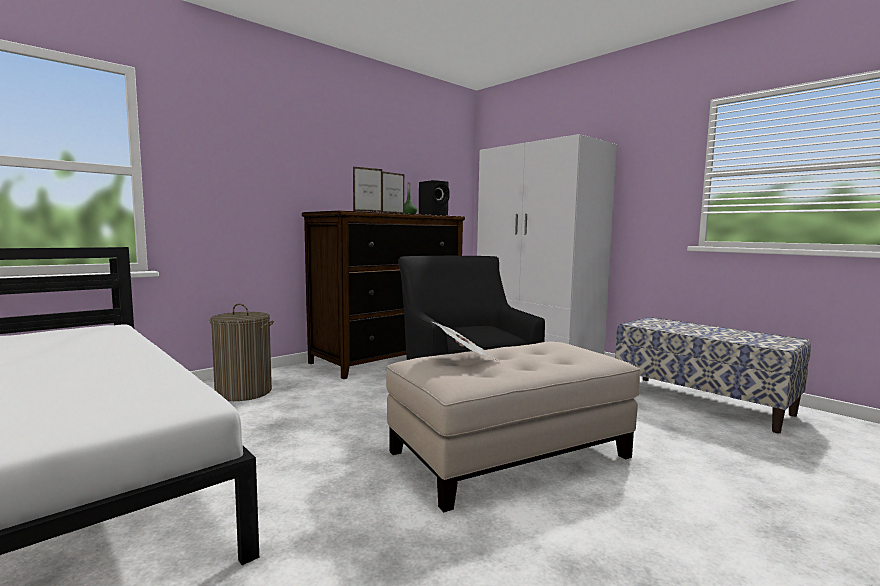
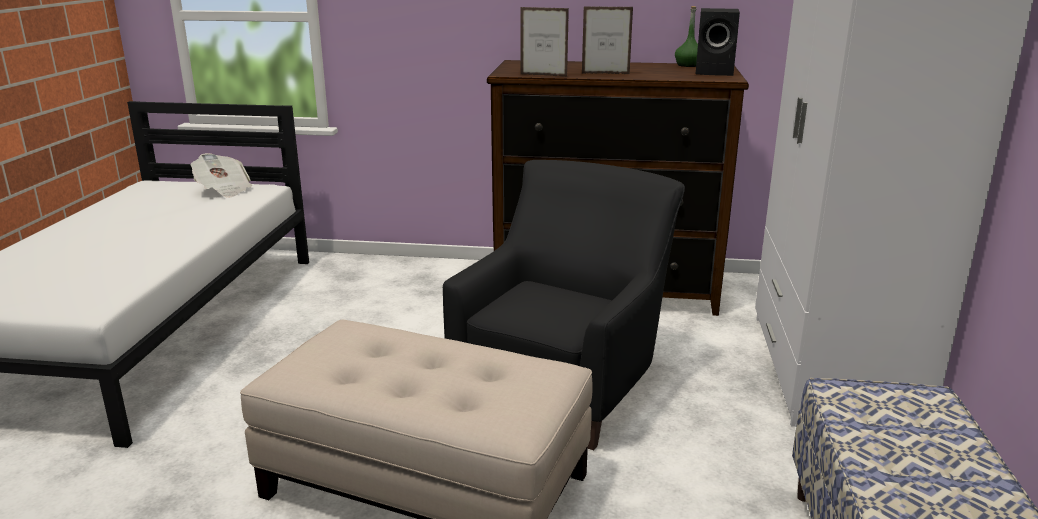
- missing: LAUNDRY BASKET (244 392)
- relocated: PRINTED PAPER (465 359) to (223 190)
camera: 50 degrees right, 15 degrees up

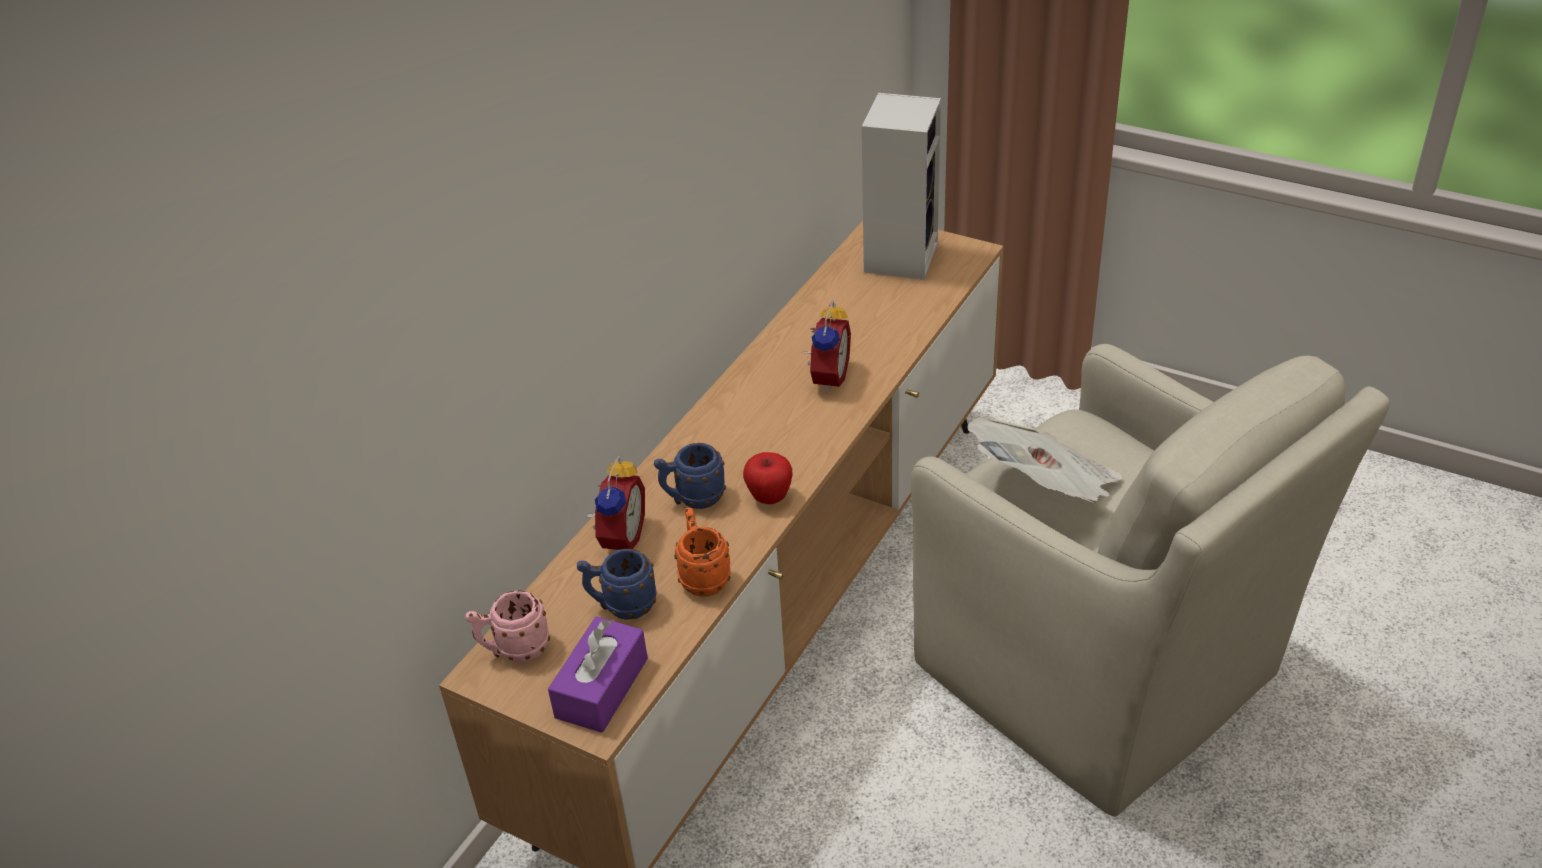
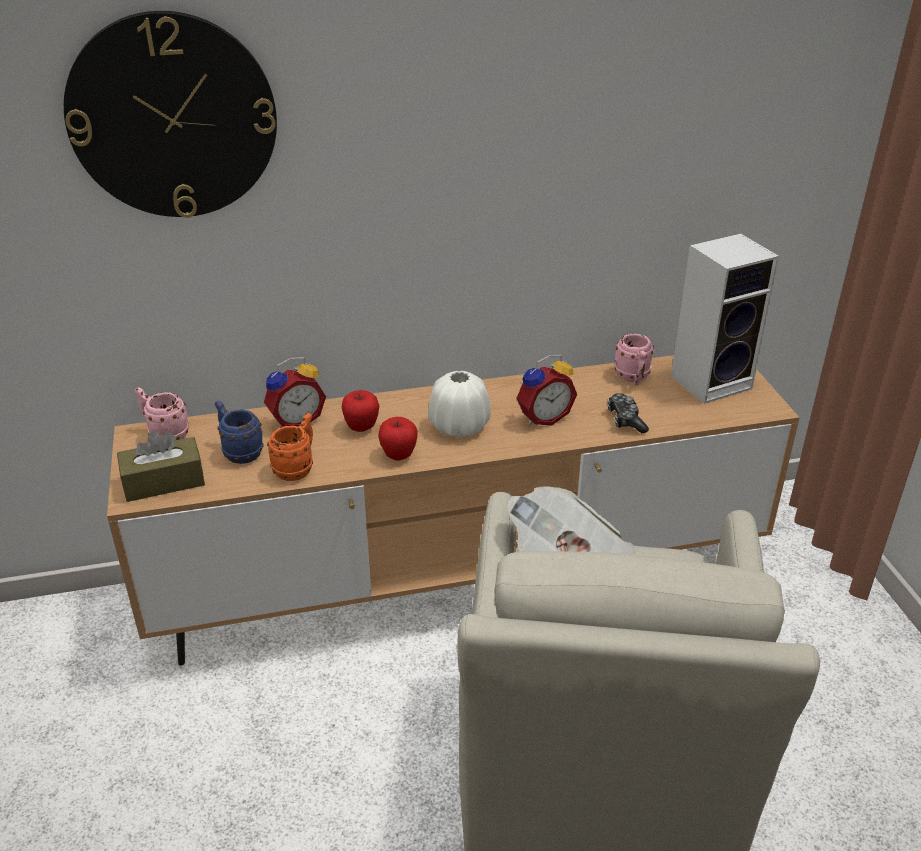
- appeared: CLOCK ON THE WALL (173 117)
- appeared: WHITE VASE (459 426)
- appeared: JOYPAD (625 420)
- appeared: PINK COFFEE MUG (633 379)
- exchanged: BLUE-COLOURED COFFEE MUG (692 499) to APPLE FRUIT (361 428)
- colour: PURPLISH TISSUE BOX (601 688) to BROWN TISSUE BOX (164 482)
camera: 45 degrees right, 5 degrees down

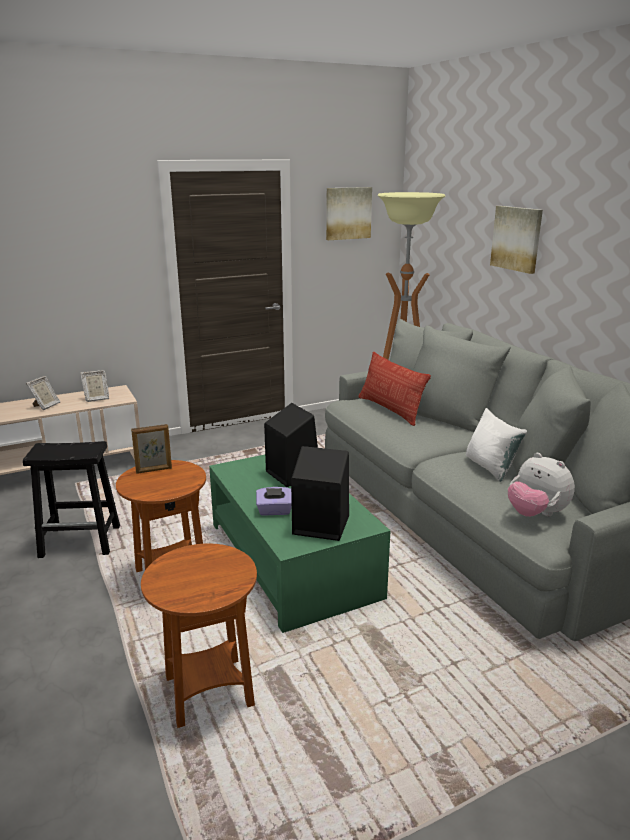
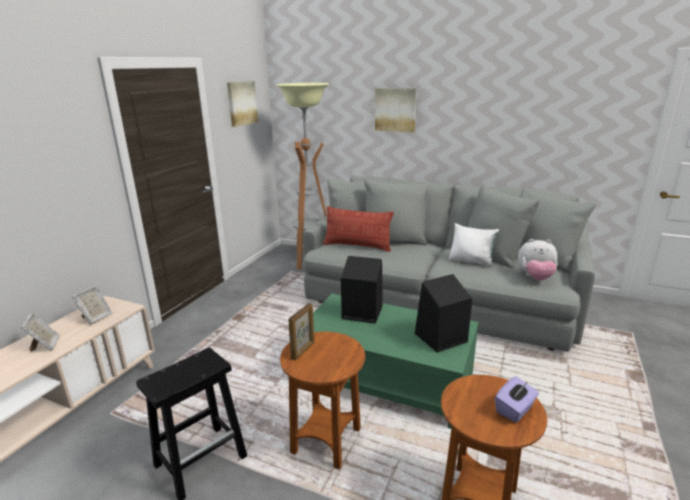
- relocated: PURPLISH TISSUE BOX (274 511) to (515 410)
camera: 40 degrees left, 0 degrees up

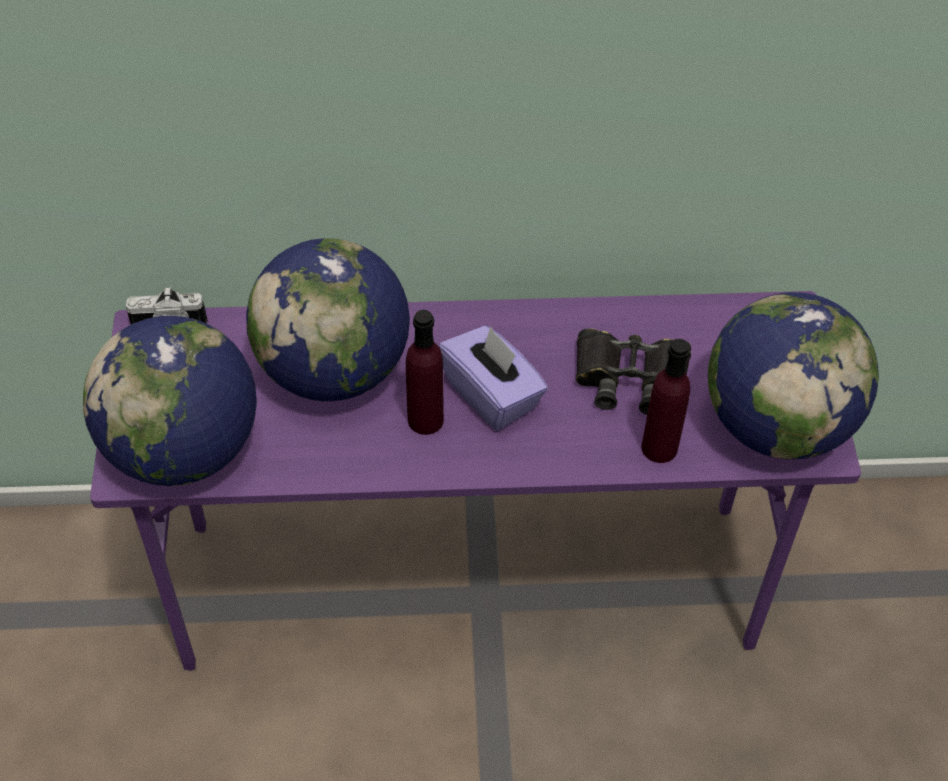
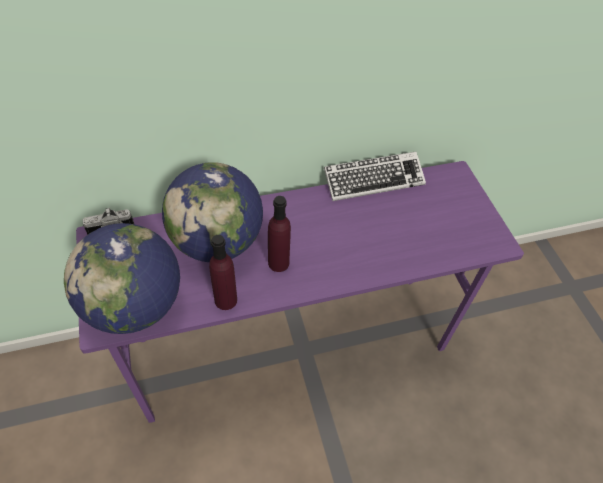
- missing: PURPLISH TISSUE BOX (492 394)
- missing: BLACK-COLOURED BINOCULARS (630 377)
- missing: WORLD GLOBE (776 424)
- appeared: COMPUTER KEYBOARD (373 180)
- relocated: PURPLISH DRINK BOTTLE (659 448) to (226 300)
camera: 15 degrees left, 0 degrees up

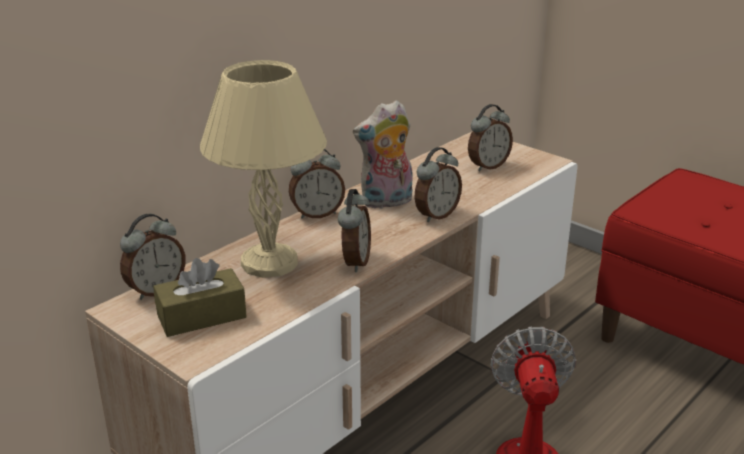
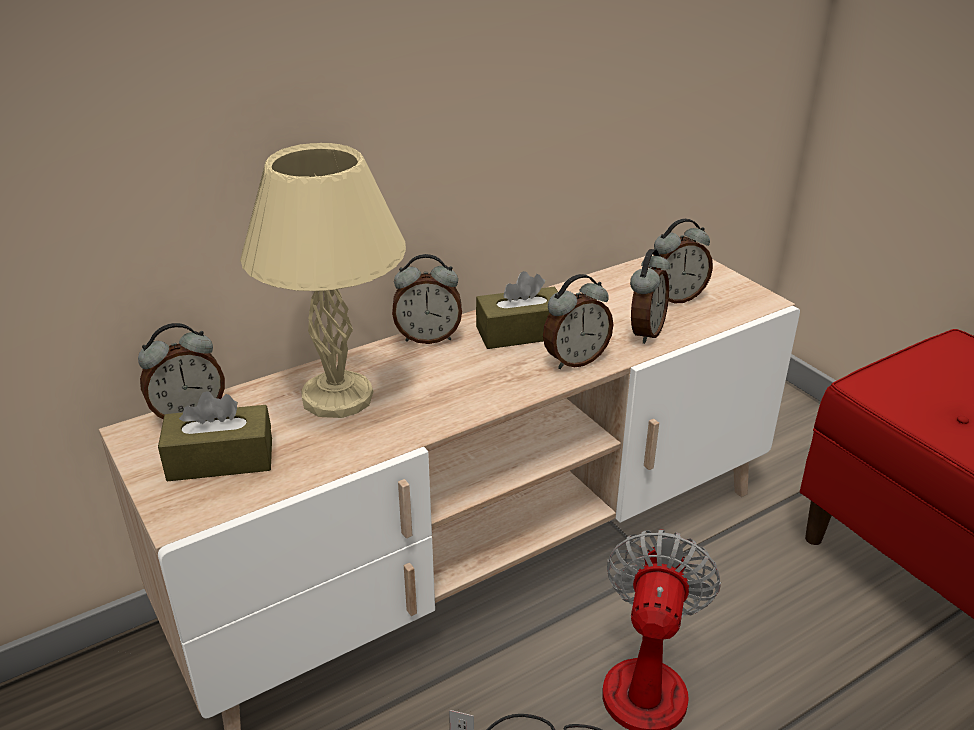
- relocated: ALARM CLOCK (354 262) to (644 332)
- exchanged: CUDDLY TOY (386 202) to BROWN TISSUE BOX (521 332)
camera: 15 degrees right, 5 degrees up

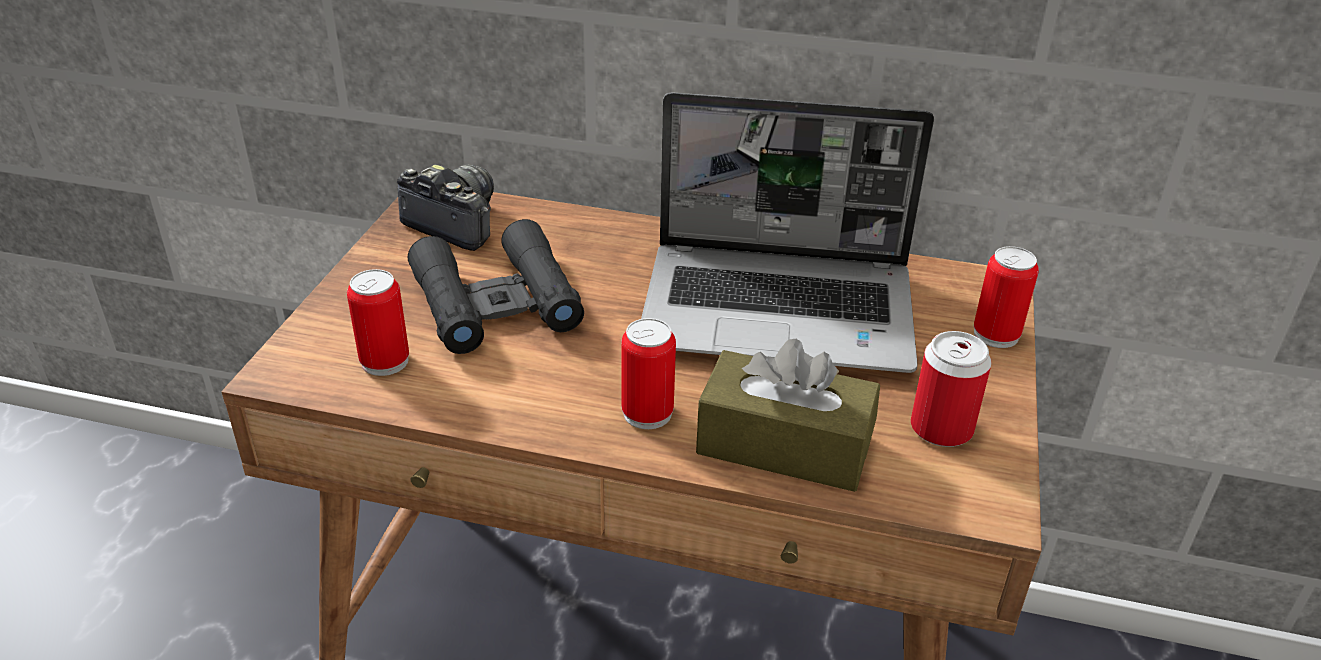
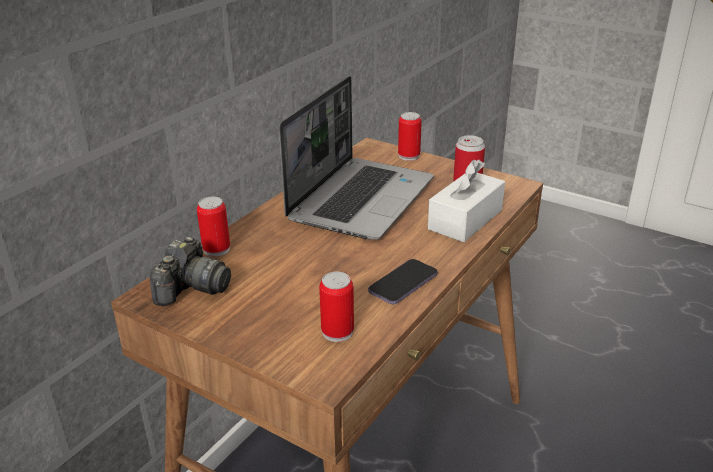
- missing: BLACK-COLOURED BINOCULARS (496 302)
- appeared: PHONE (403 284)
- relocated: SEALED CAN (647 413) to (216 249)
- colour: BROWN TISSUE BOX (784 445) to WHITE TISSUE BOX (465 219)
- spun: STILL CAMERA (455 224) = (192 288) 150 degrees clockwise
camera: 70 degrees left, 5 degrees down

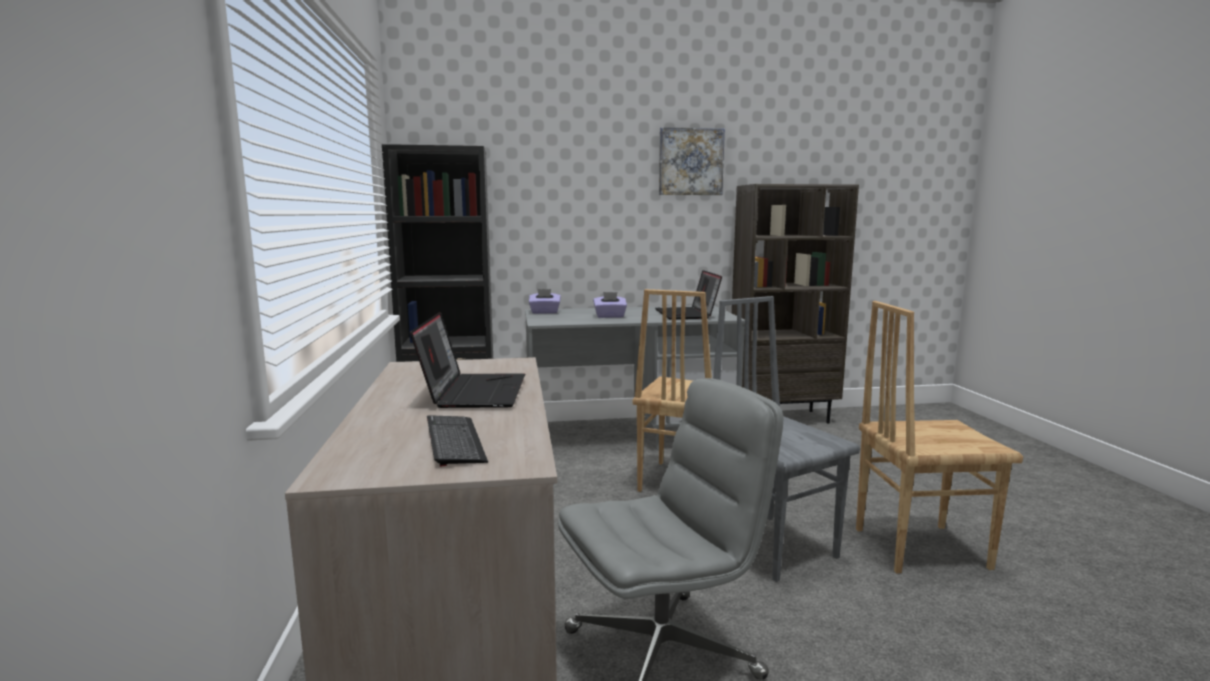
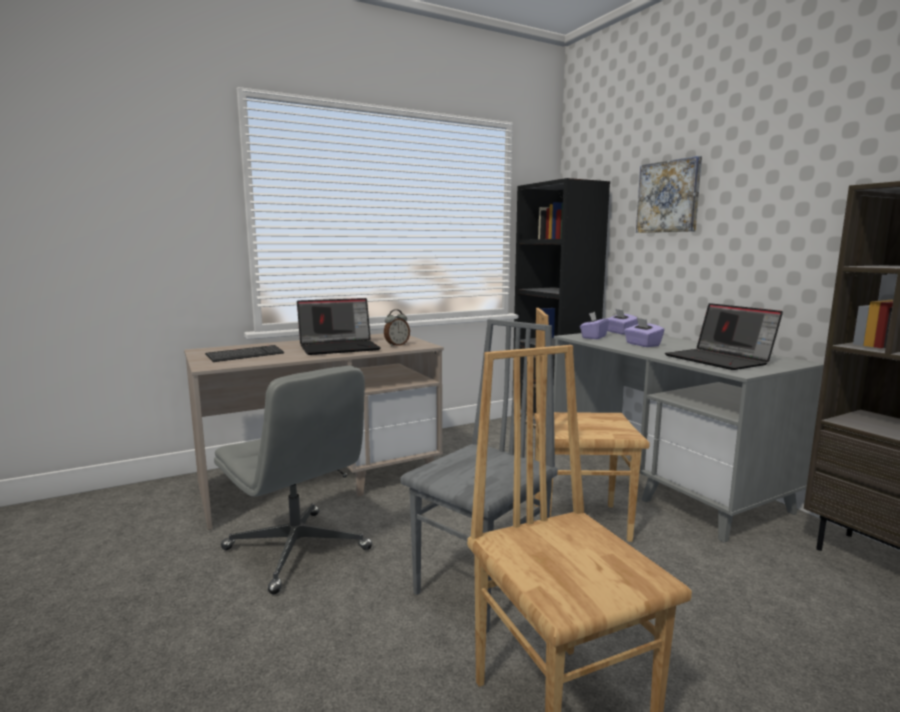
- appeared: ALARM CLOCK (396 345)
- appeared: PURPLISH TISSUE BOX (593 337)
- relocated: WALL ART (690 162) to (669 197)
- spun: LAPTOP (687 314) = (720 360) 90 degrees counterclockwise
camera: 70 degrees right, 0 degrees up

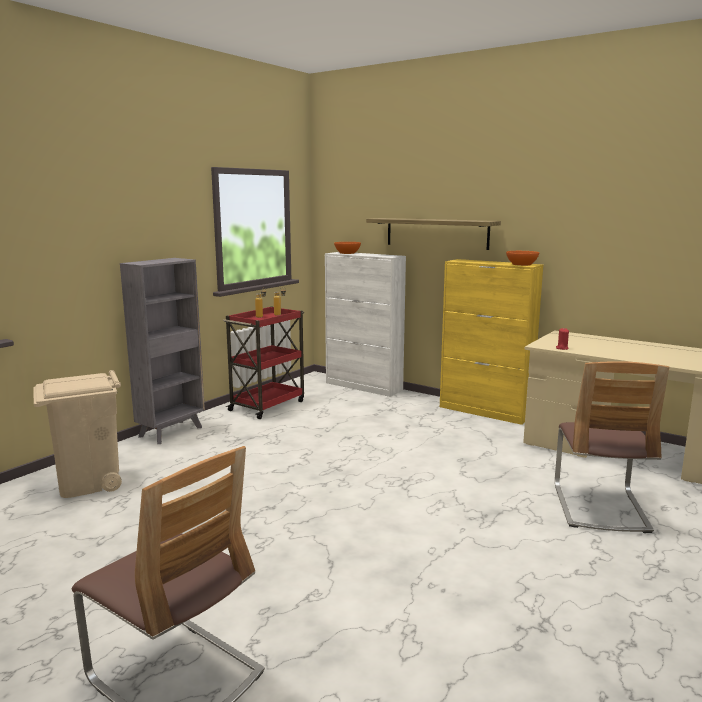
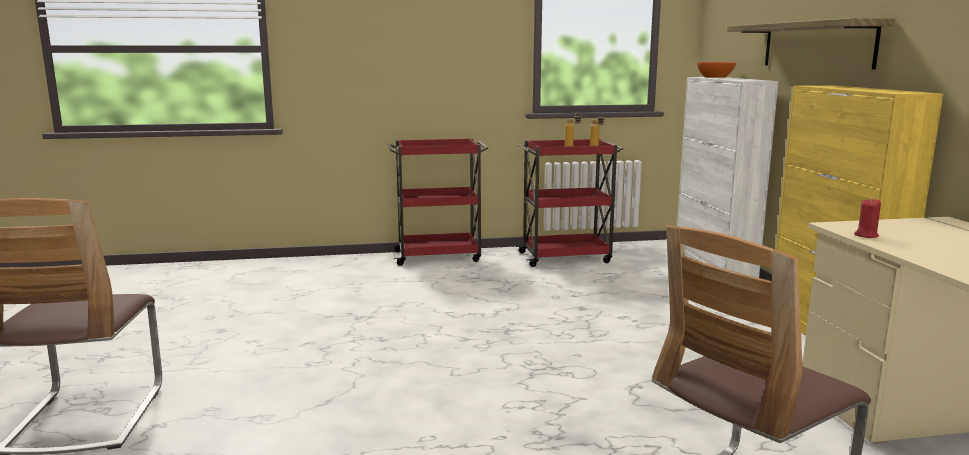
- missing: SAND-COLOURED TRASH CAN (88 483)
- missing: ORANGEY SERVING BOWL (521 264)
- exchanged: GRAY BOOKSHELF (172 432) to RED-COLOURED TROLLEY (439 256)
camera: 45 degrees right, 0 degrees up

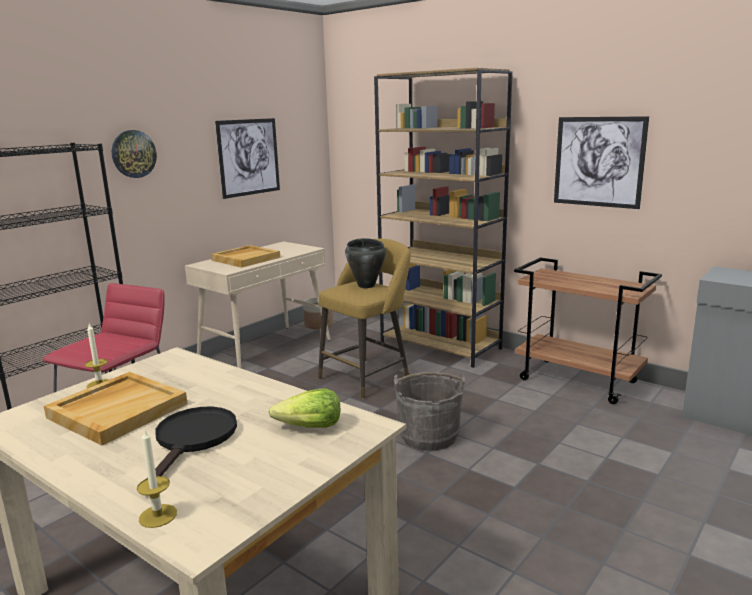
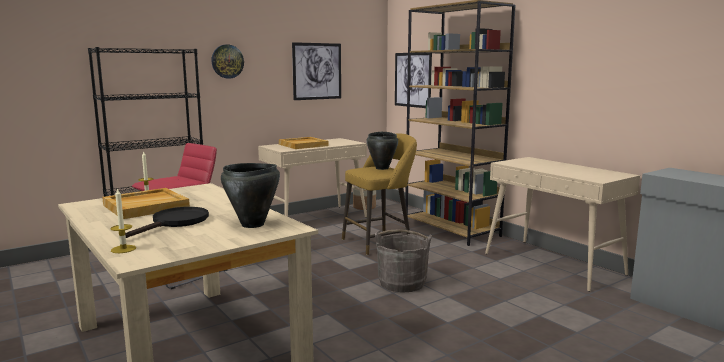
- relocated: WALL ART (598 162) to (412 80)
- exchanged: HEAD OF LETTUCE (310 427) to BLACK-COLOURED SAUCEPOT (253 225)
- exchanged: BROWN TROLLEY (579 381) to SAND-COLOURED CONSOLE TABLE (553 264)
camera: 15 degrees right, 5 degrees down

